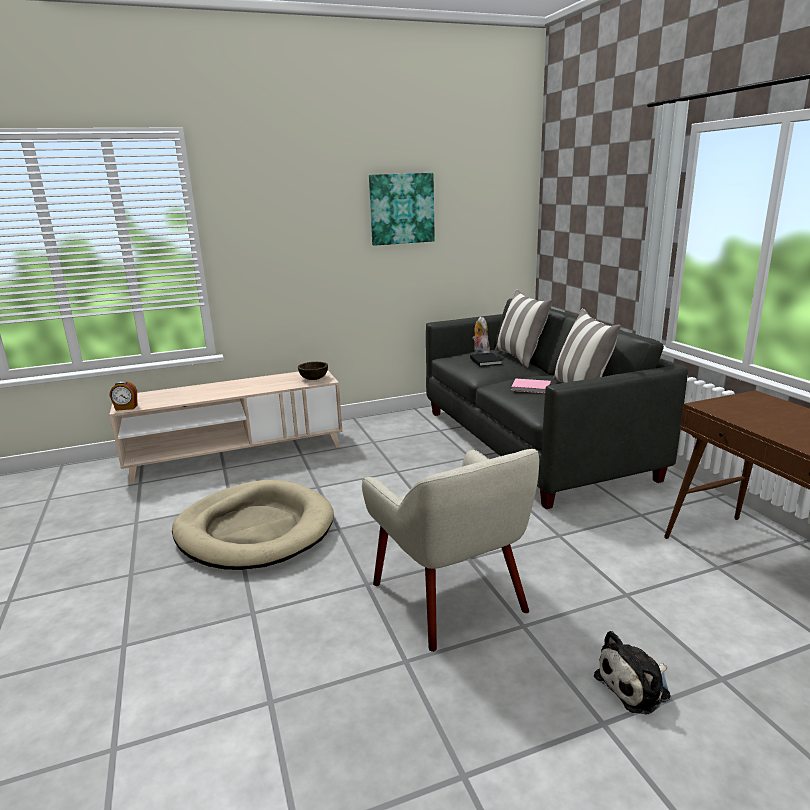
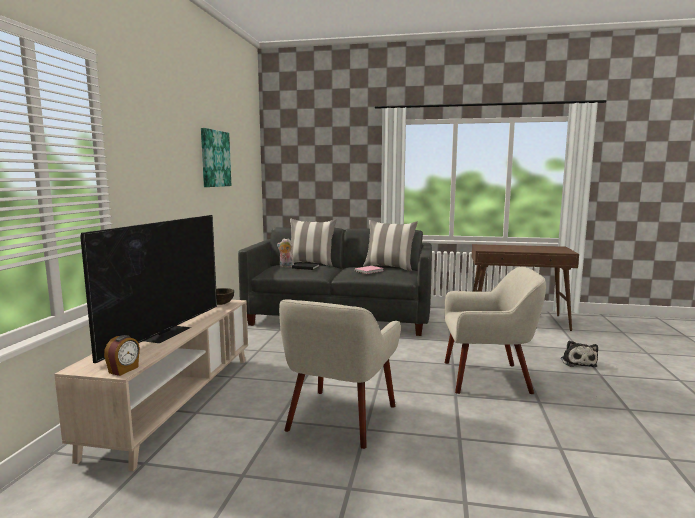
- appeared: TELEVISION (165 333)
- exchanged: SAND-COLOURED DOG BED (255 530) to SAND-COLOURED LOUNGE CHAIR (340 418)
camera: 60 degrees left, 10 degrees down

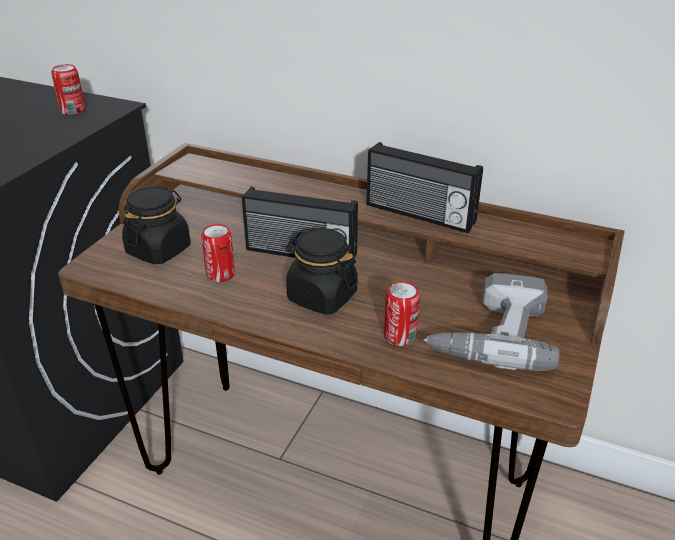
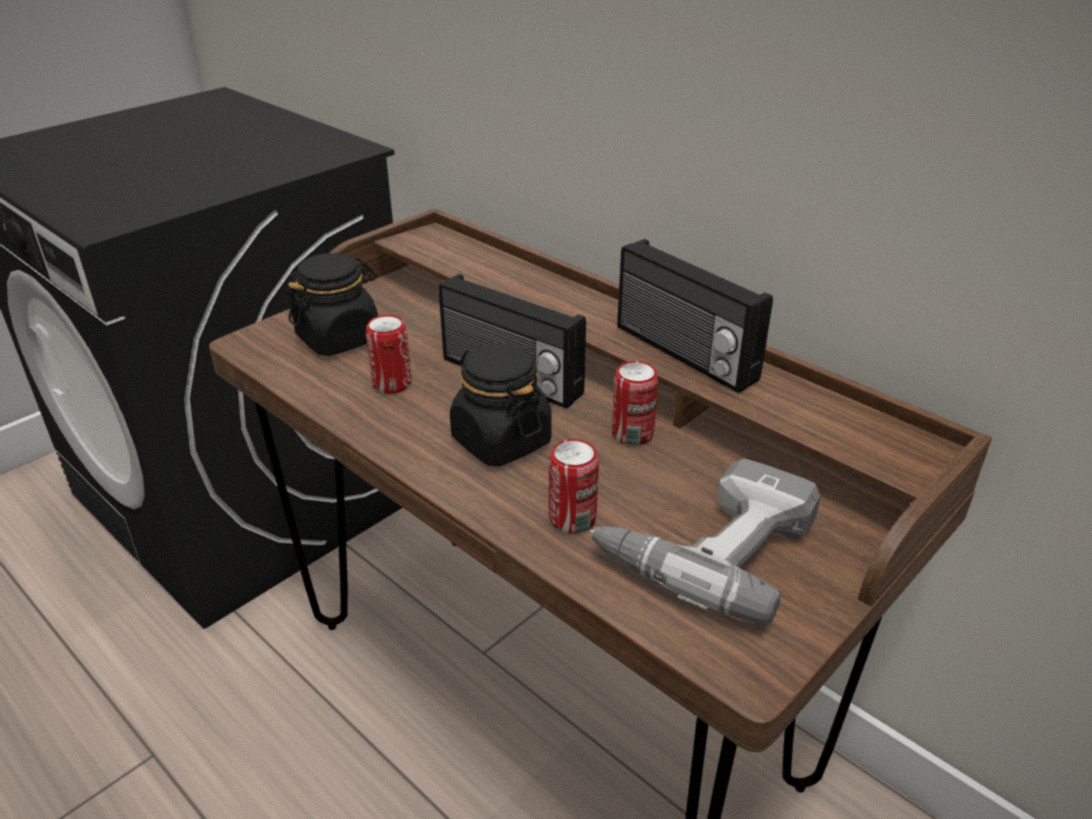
- relocated: SEALED CAN (73 110) to (632 434)
camera: 20 degrees right, 0 degrees up

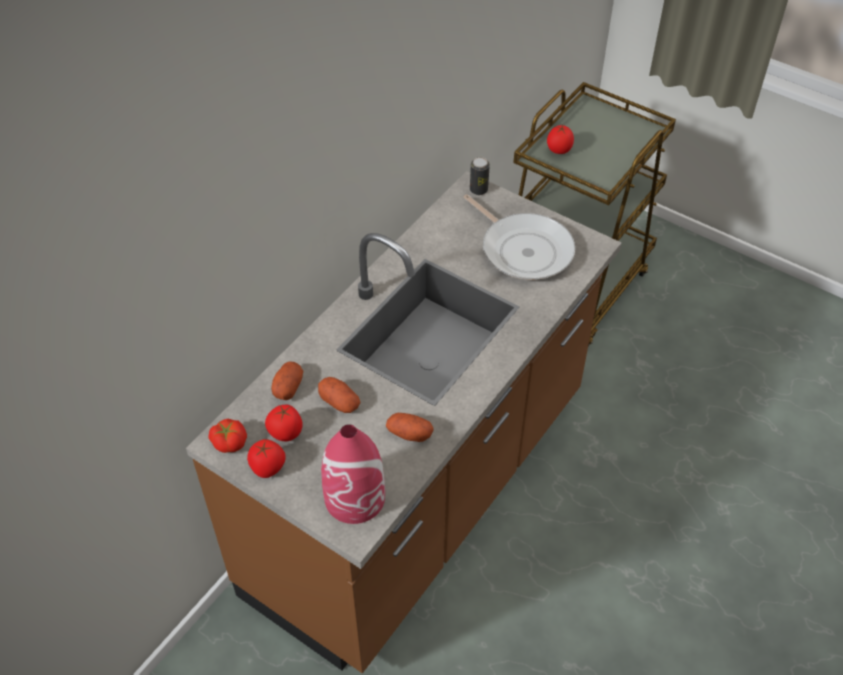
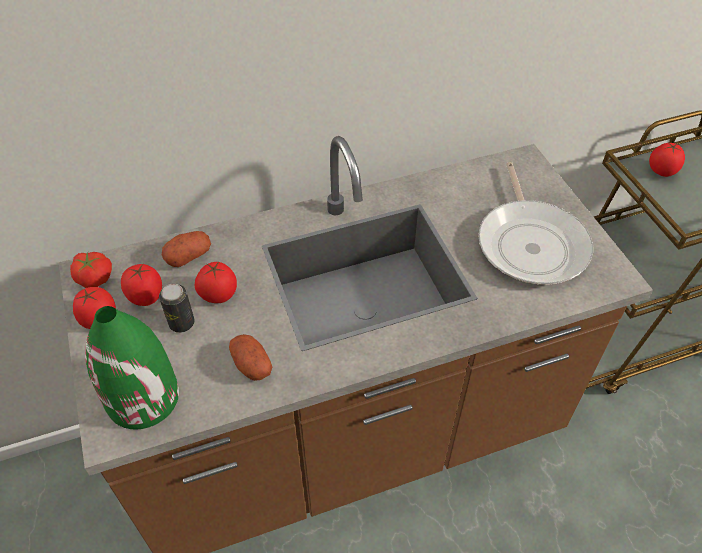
- relocated: SEALED CAN (478 190) to (181 323)
- exchanged: SPUD (339 402) to TOMATO (218 295)
- colour: RED-COLOURED VASE (355 497) to GREENISH VASE (143 397)
camera: 35 degrees right, 0 degrees up

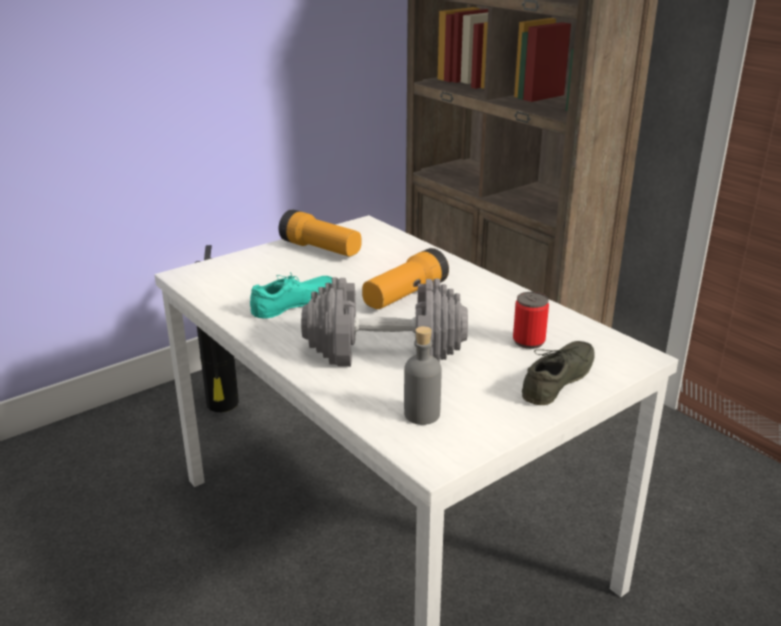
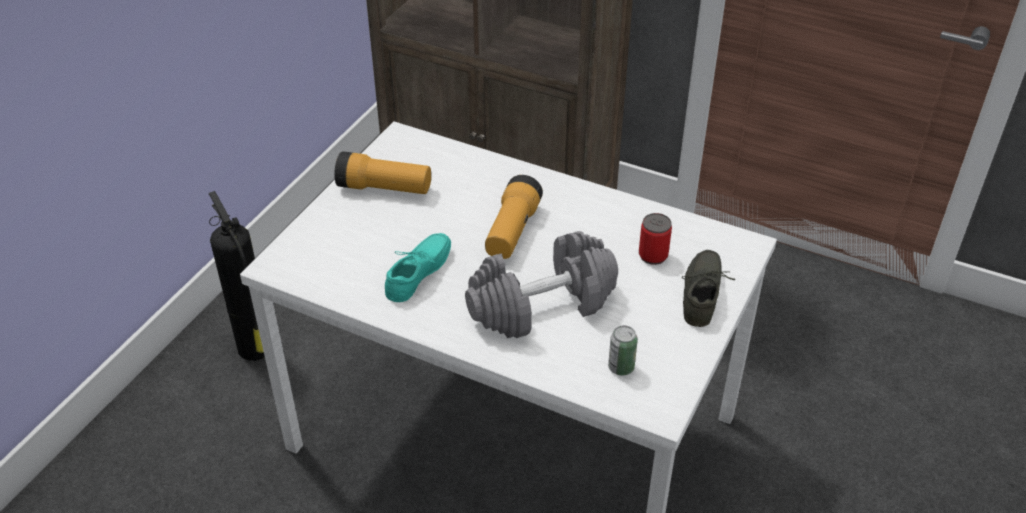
- exchanged: GRAY DRINK BOTTLE (422 414) to SEALED CAN (621 367)
camera: 25 degrees left, 15 degrees up

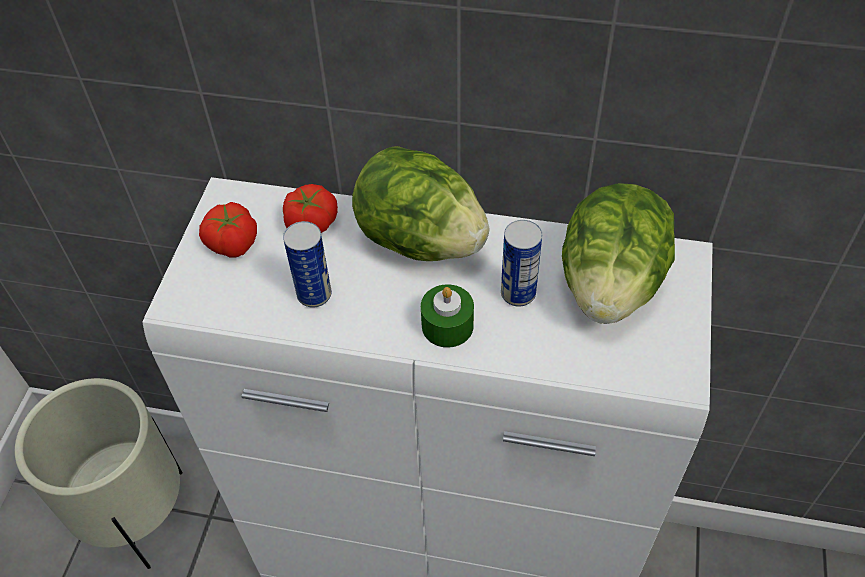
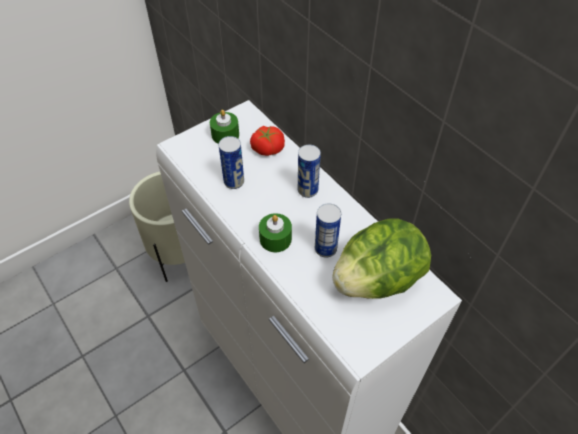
- exchanged: TOMATO (232 243) to GREENISH WAX LIGHT (225 135)
- exchanged: HEAD OF LETTUCE (420 240) to SEALED CAN (307 190)
camera: 40 degrees right, 0 degrees up

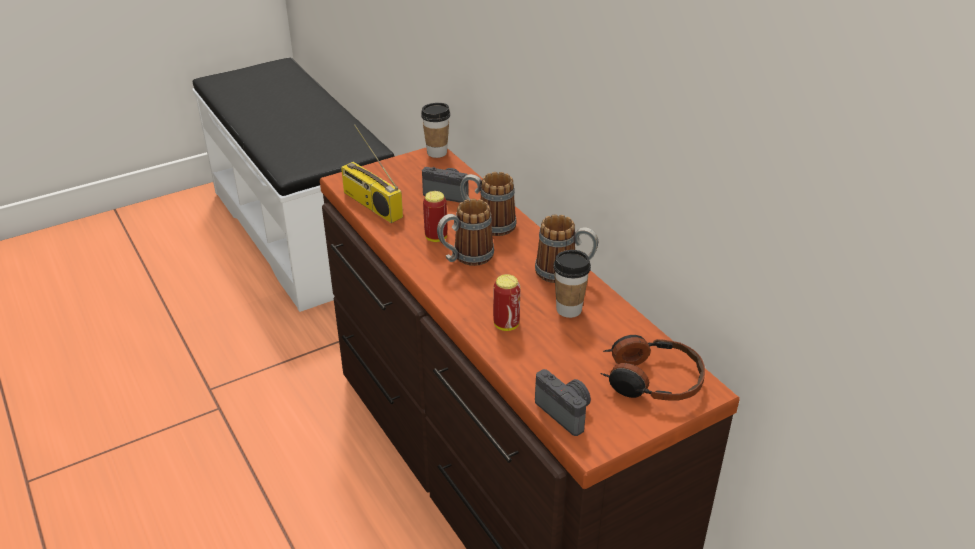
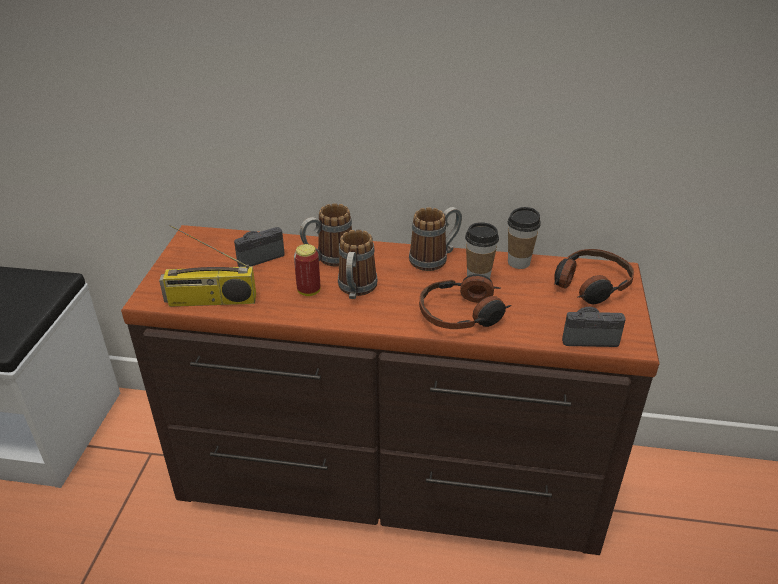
- relocated: CUP (437 153) to (518 262)
- exchanged: SEALED CAN (506 325) to PAIR OF HEADPHONES (463 314)
camera: 50 degrees left, 0 degrees up

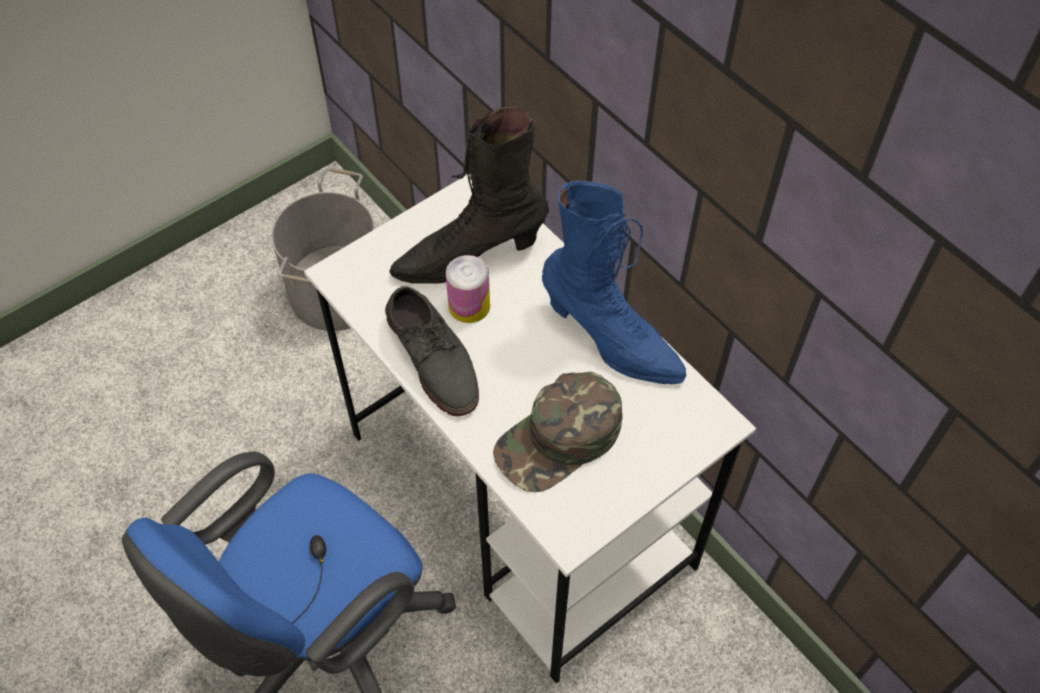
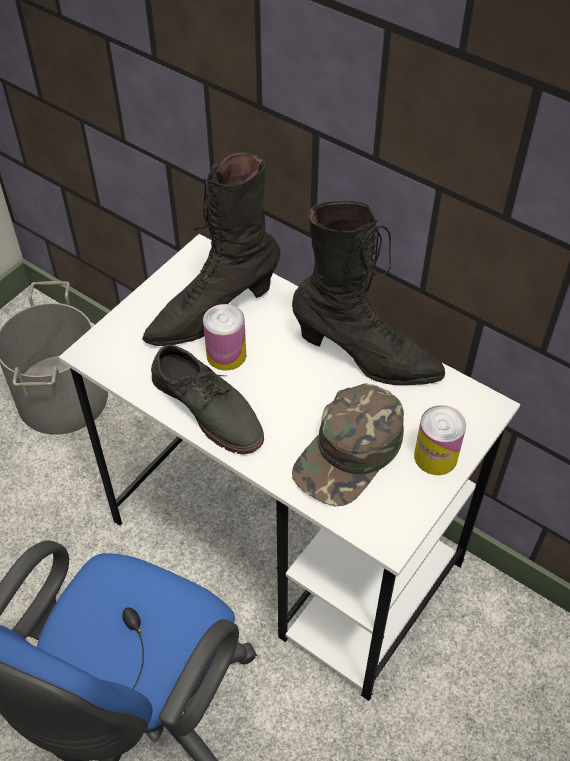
- appeared: SEALED CAN (435 456)
- colour: BLUE-COLOURED TALL BOOT (610 341) to BLACK-COLOURED TALL BOOT (366 358)
camera: 15 degrees left, 5 degrees down

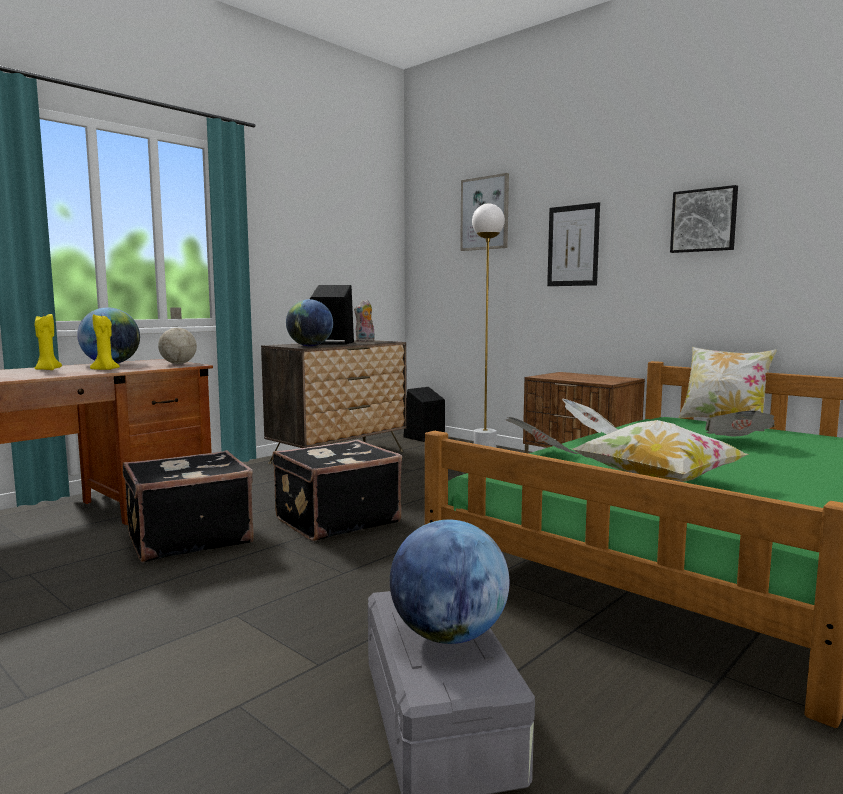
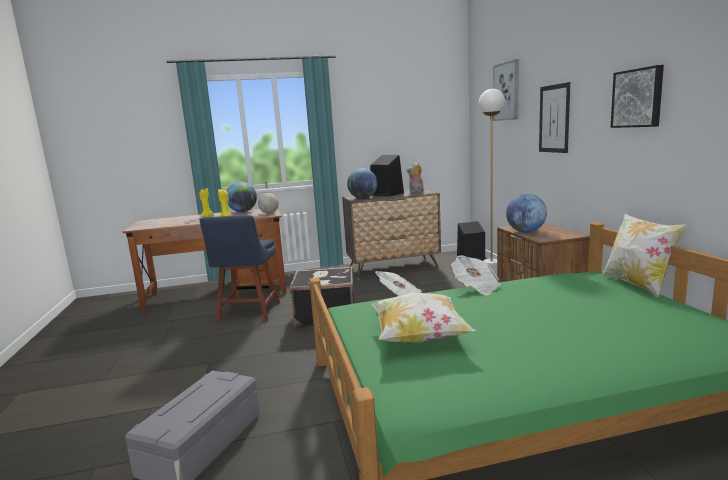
- missing: PRINTED PAPER (737 442)
- relocated: WORLD GLOBE (448 636) to (525 231)
- exchanged: BLACK-COLOURED TRAVEL CASE (188 538) to BLUE-COLOURED CHAIR (248 313)
camera: 35 degrees right, 5 degrees up

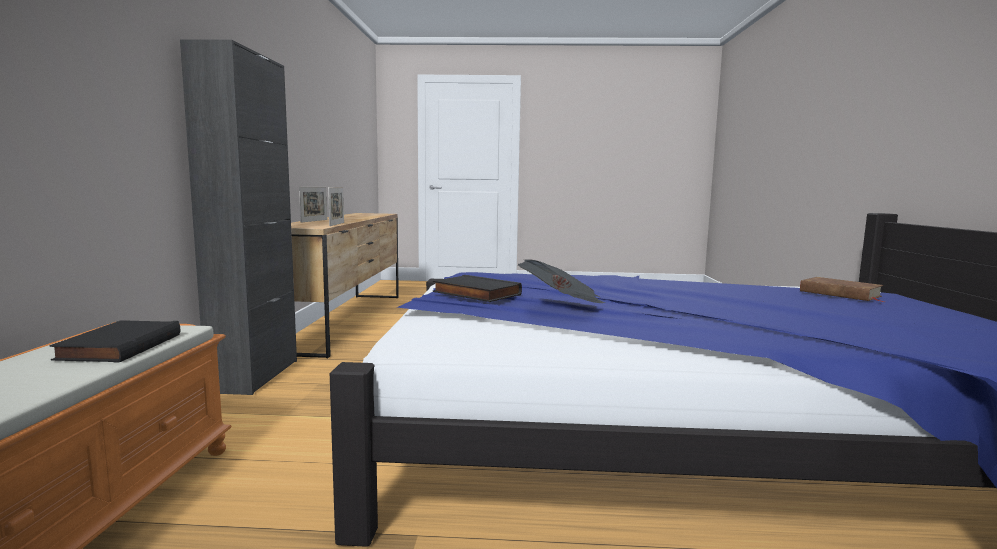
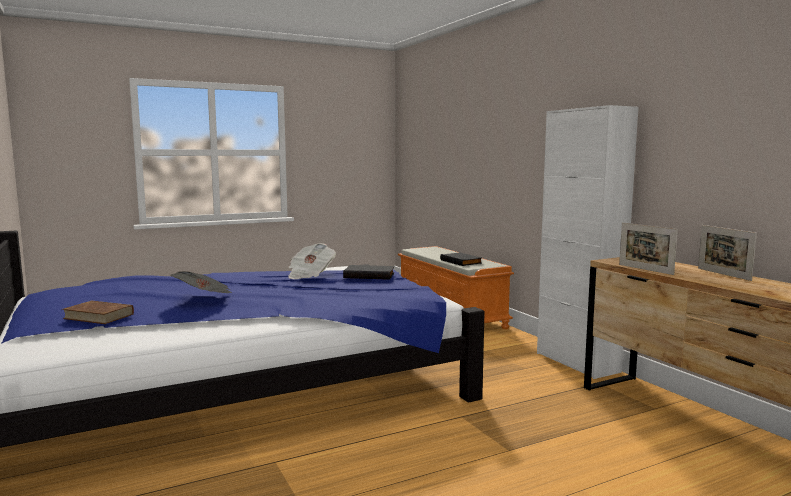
- appeared: PRINTED PAPER (205 299)
- colour: BLACK-COLOURED CUPBOARD (255 376) to WHITE CUPBOARD (577 362)
camera: 150 degrees right, 0 degrees up

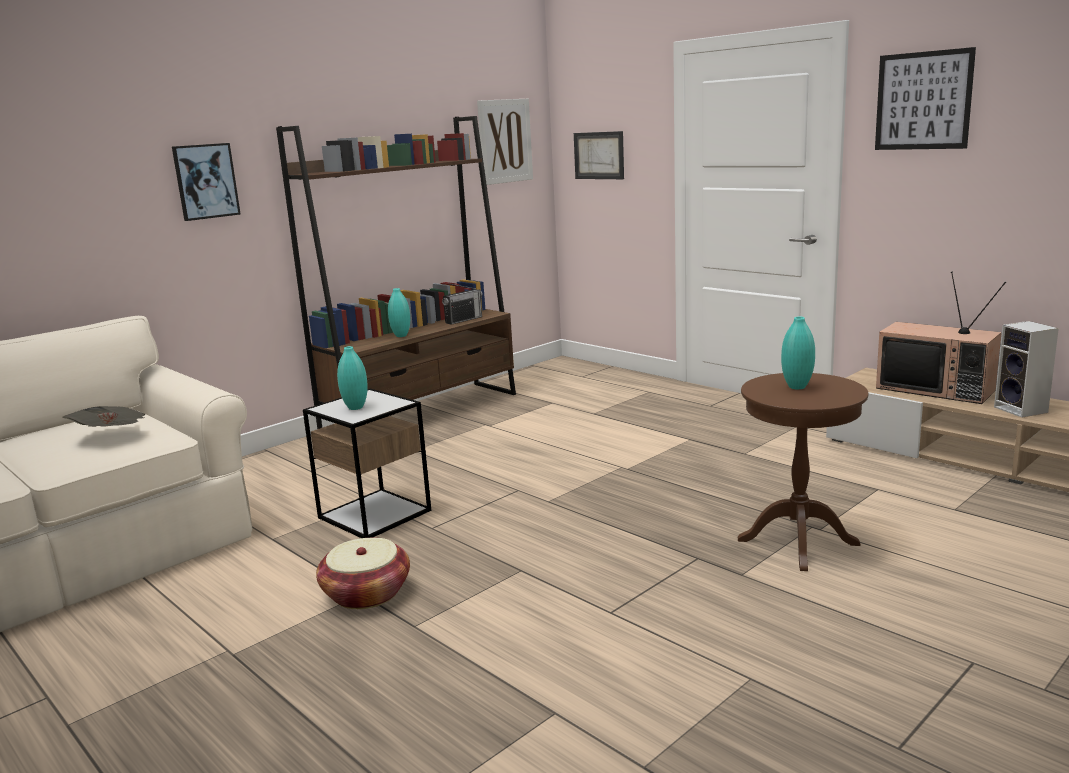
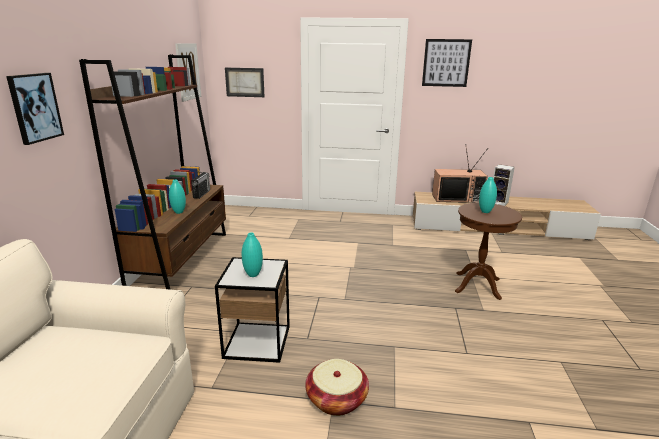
- missing: PRINTED PAPER (112 436)
camera: 40 degrees left, 5 degrees up

